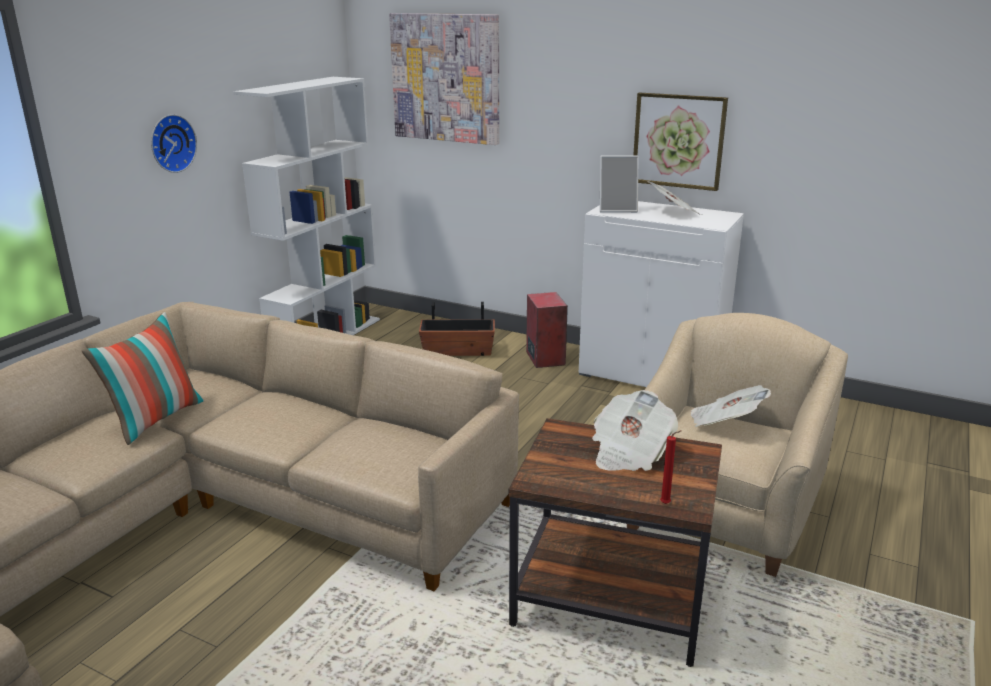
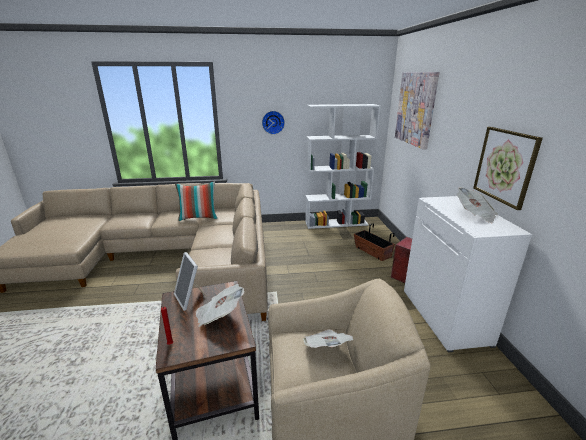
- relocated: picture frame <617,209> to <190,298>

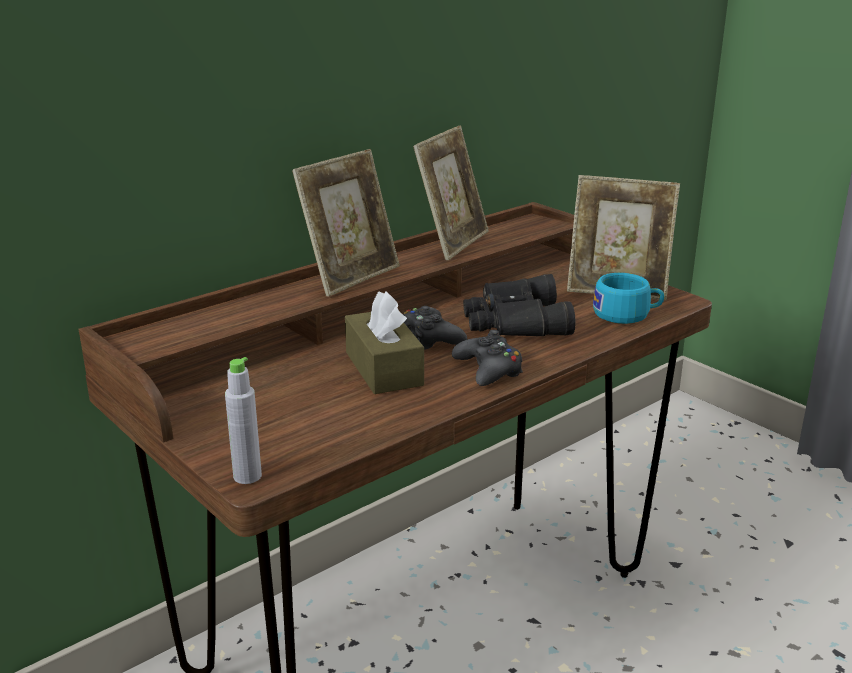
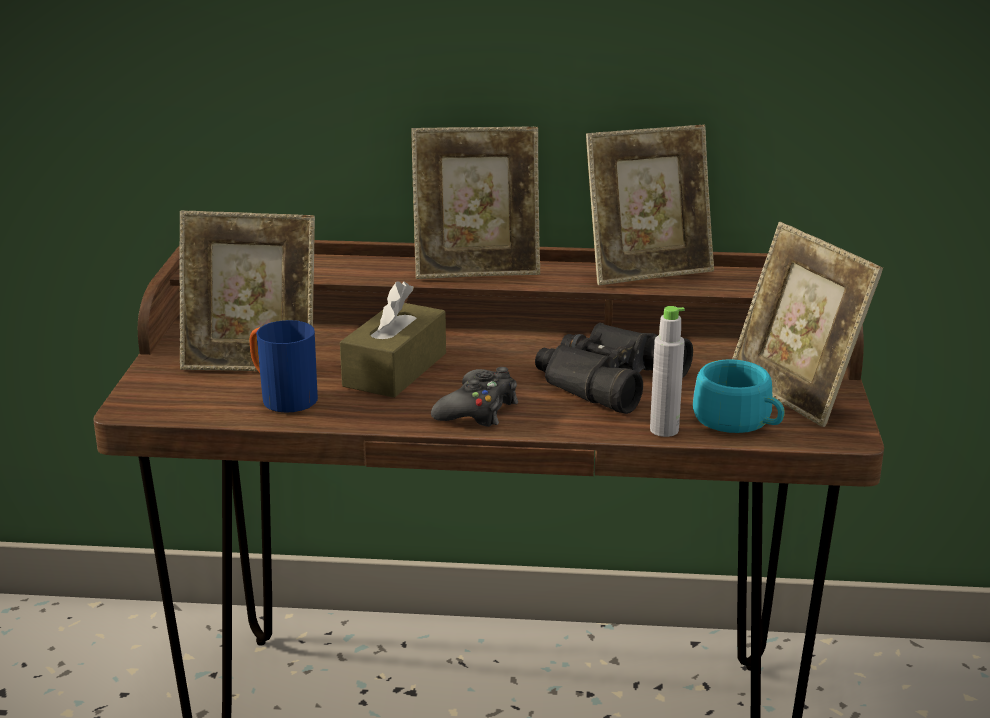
- missing: game controller/black <430,338>
- appeared: picture frame <252,361>
- appeared: mug/blue <281,398>
- relocated: bottle/grey <247,476> to <664,430>

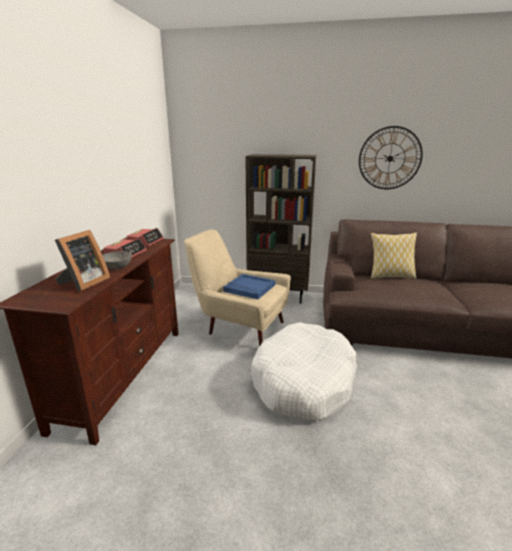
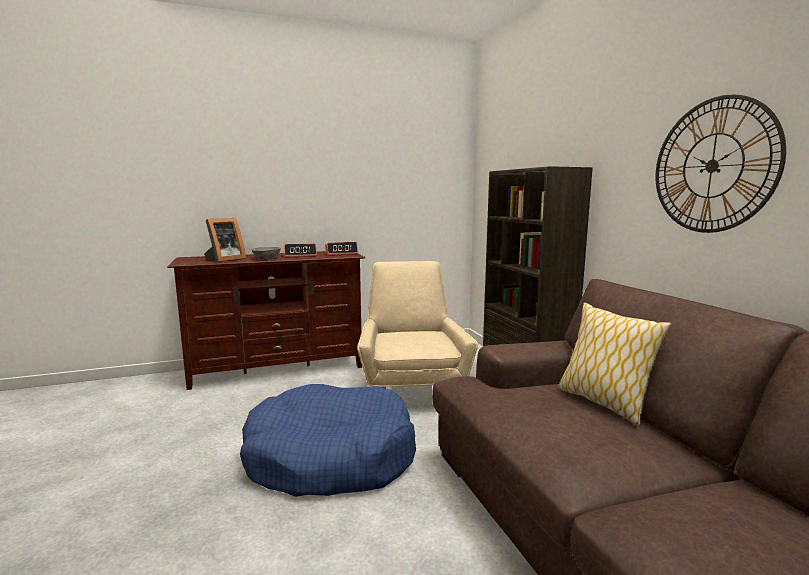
- missing: tray/blue <249,288>
- colour: dog bed/white <304,382> to dog bed/blue <330,457>
- spun: picture frame <83,283> = <224,259> 45 degrees counterclockwise

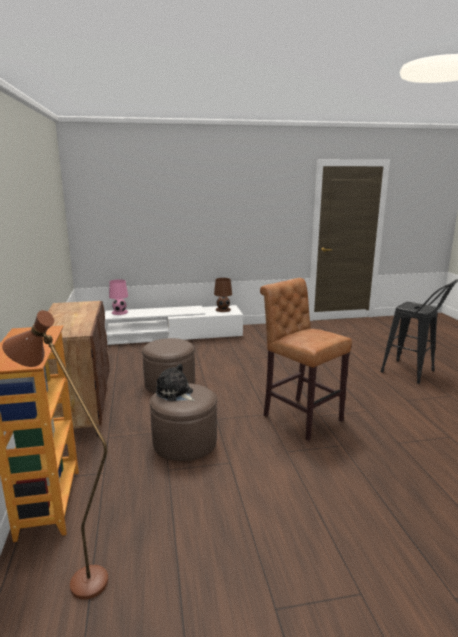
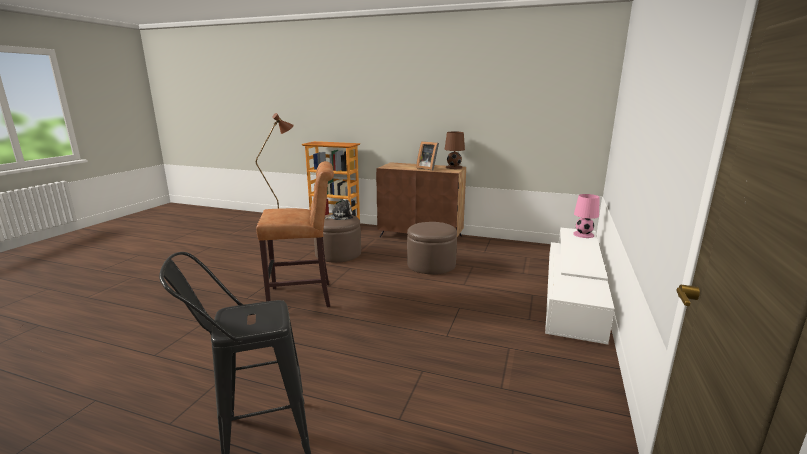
- appeared: picture frame <427,168>
- relocated: table lamp/brown <223,309> to <453,167>

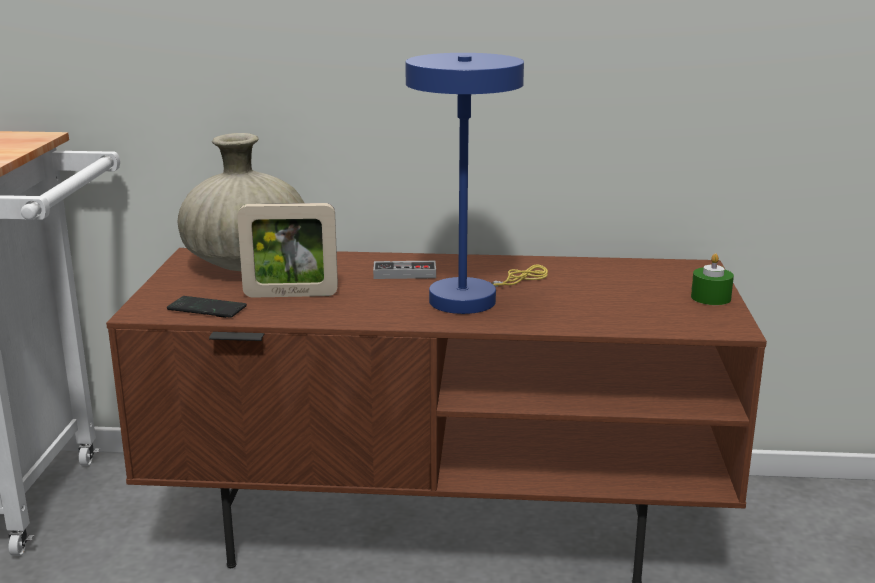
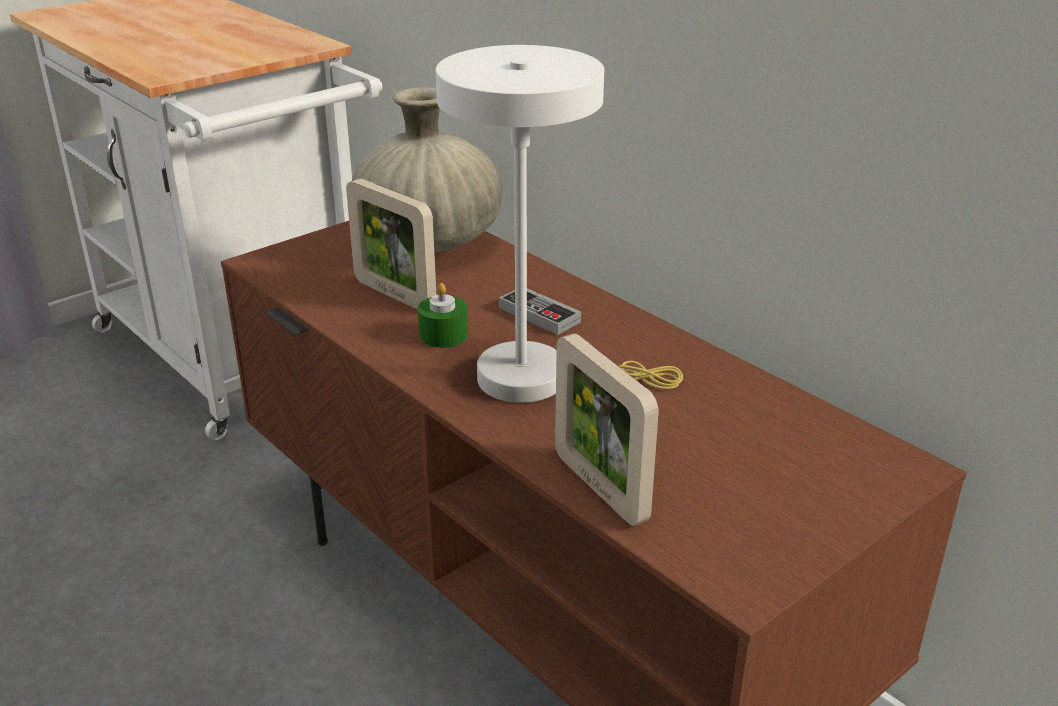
- missing: phone <207,309>
- appeared: picture frame <600,488>
- relocated: candle/green <710,298> to <443,335>
- colour: table lamp/blue <471,297> to table lamp/white <539,378>

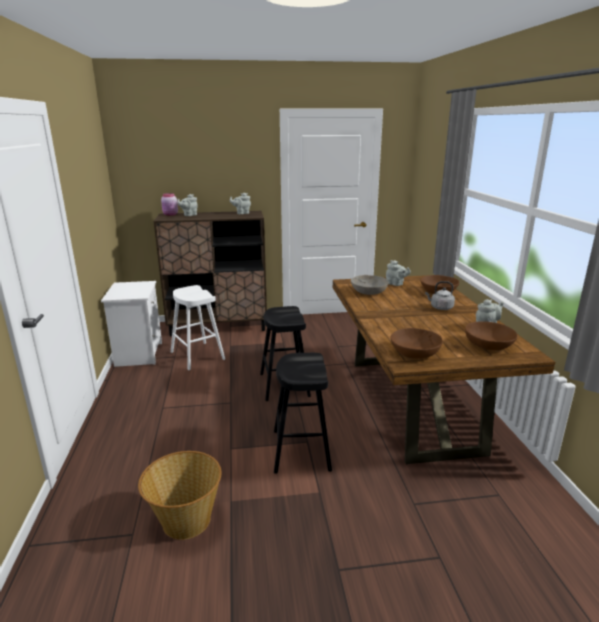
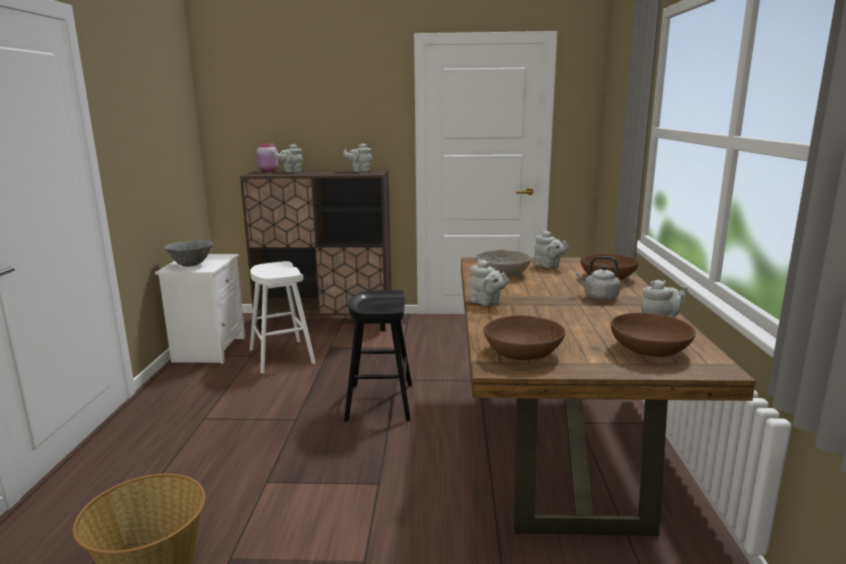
- missing: stool/black <301,450>
- appeared: bowl/grey <191,265>
- appeared: teapot/grey <486,302>

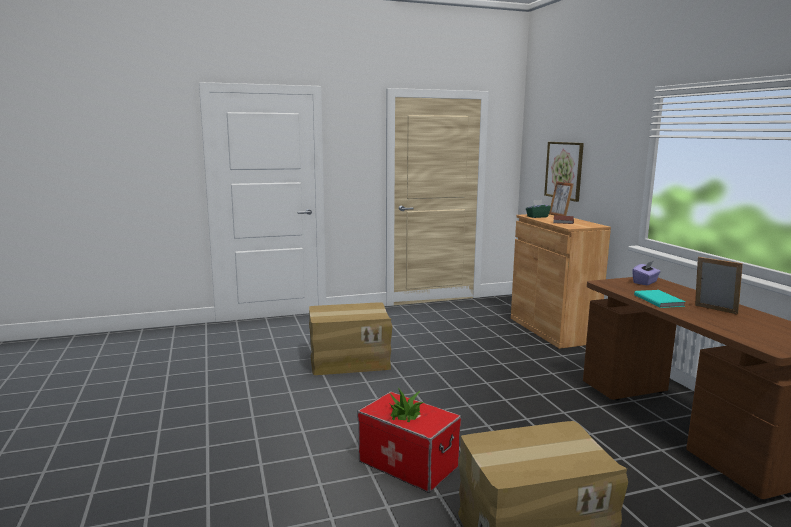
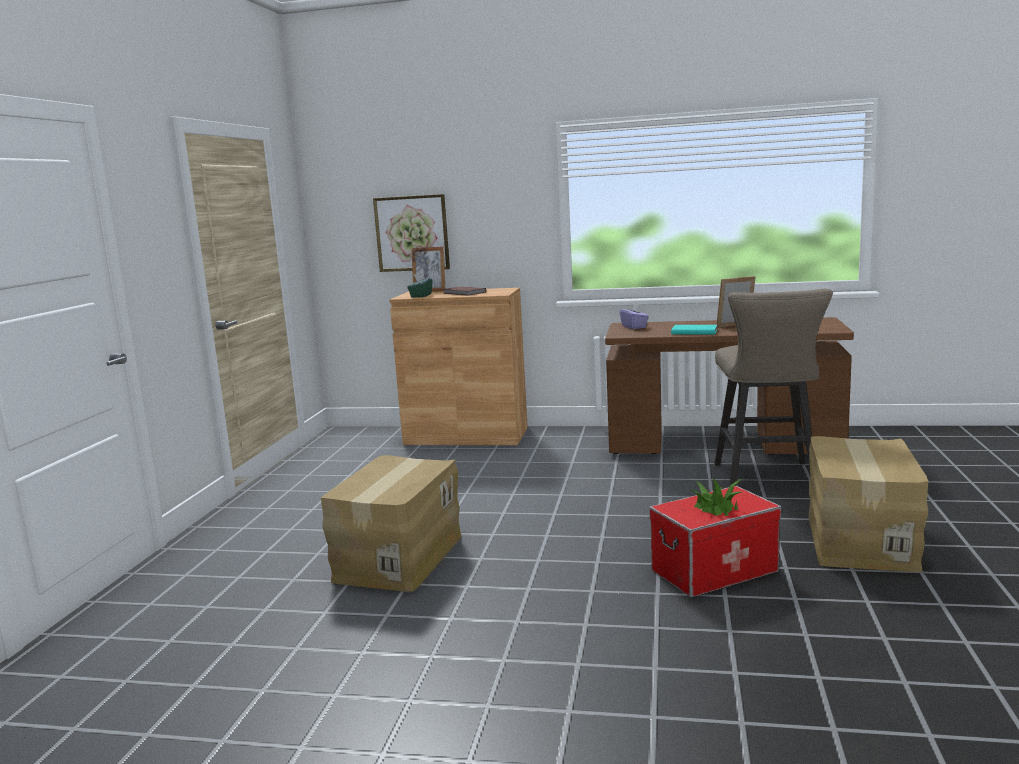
- appeared: stool/beige <767,480>

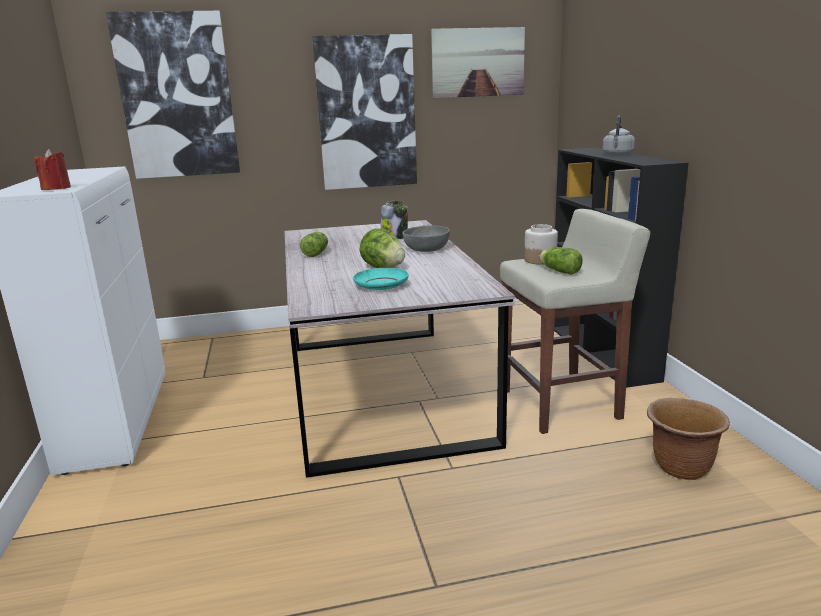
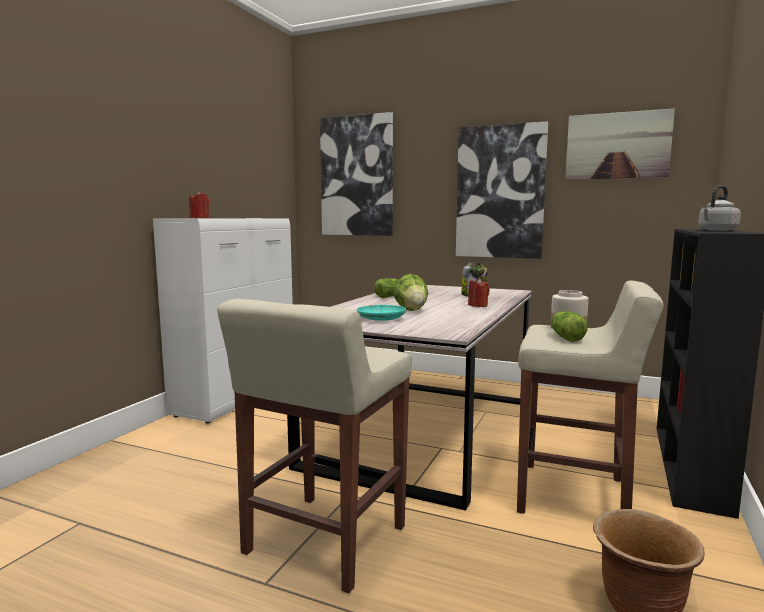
- appeared: stool/beige <324,541>
- exchanged: bowl/grey <426,249> to candle/red <478,305>

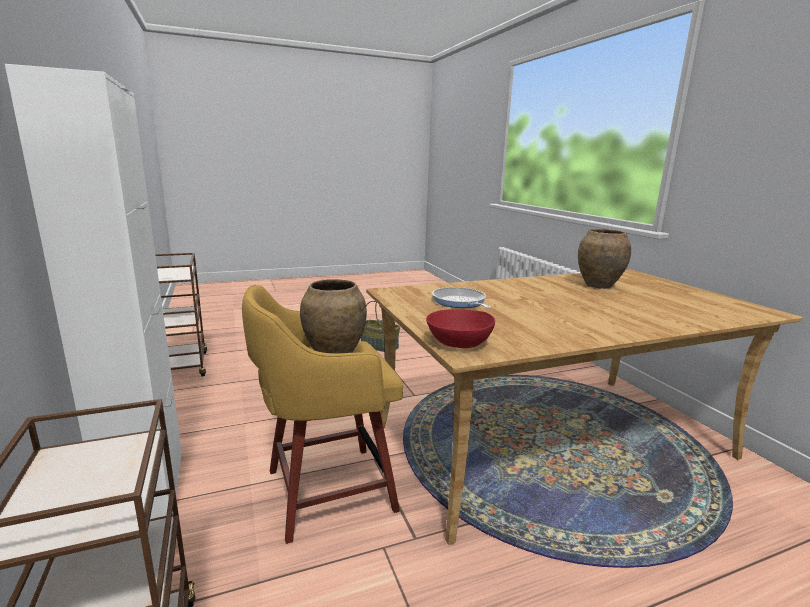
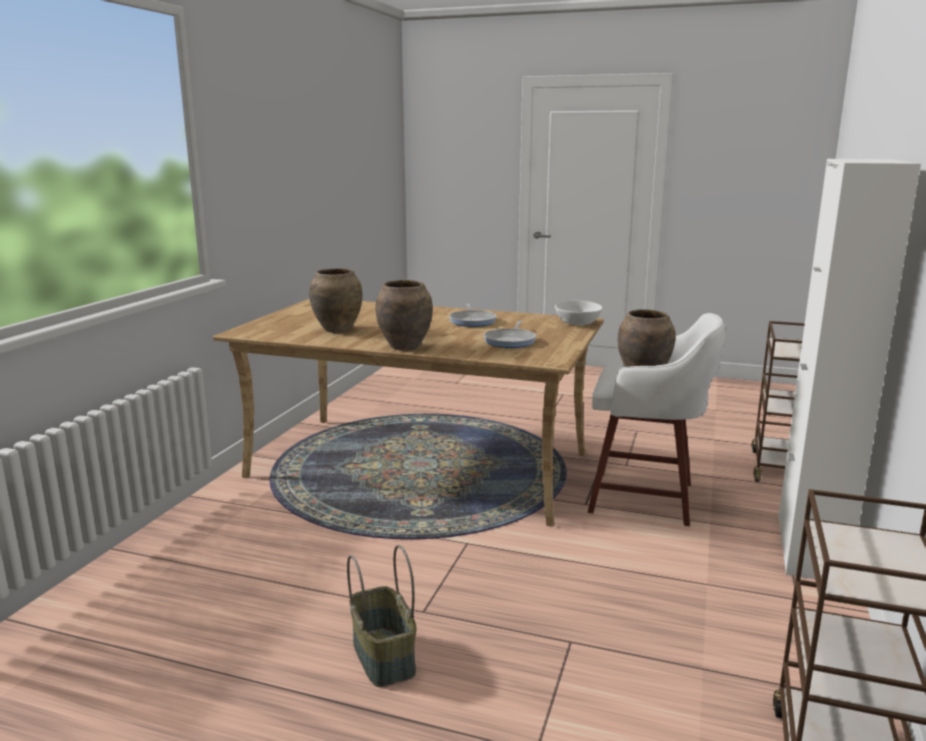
- appeared: vase/brown <405,347>
- appeared: frying pan <472,321>
- colour: stool/yellow <325,491> to stool/white <646,499>
- colour: bowl/red <458,343> to bowl/white <578,323>

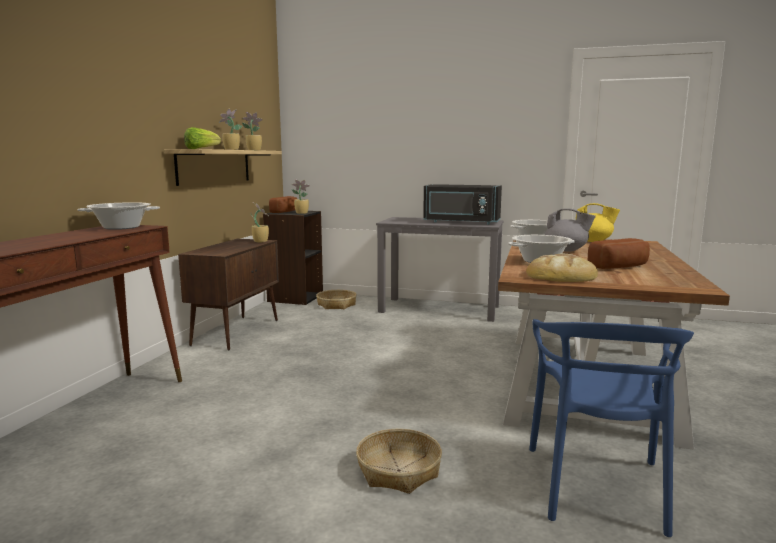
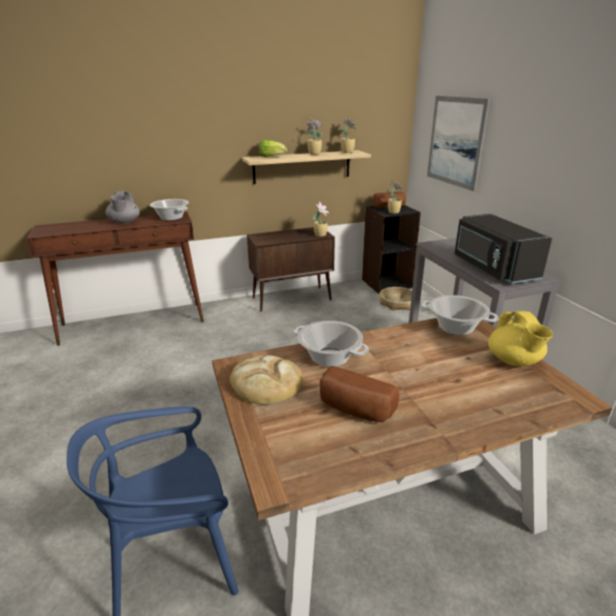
- missing: basket <399,471>
- appeared: picture <456,141>
- relocated: teapot/grey <566,250> to <124,222>

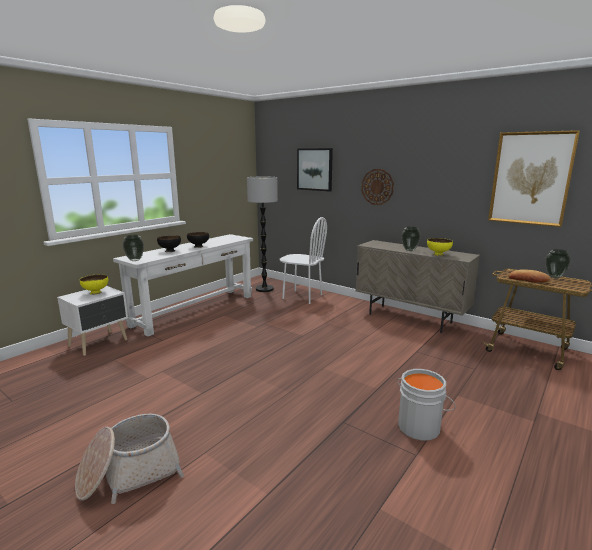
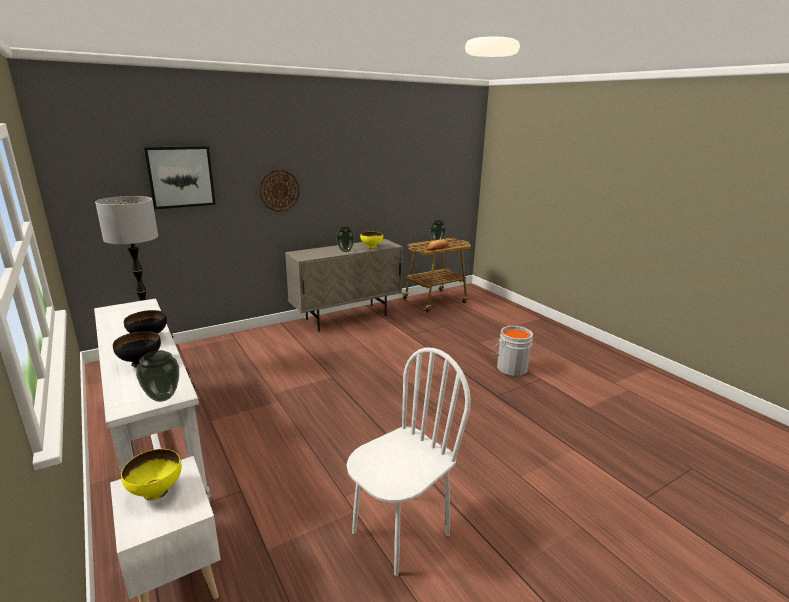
- missing: basket <130,472>
- missing: picture <530,178>
- relocated: chair/white <302,297> to <400,533>

